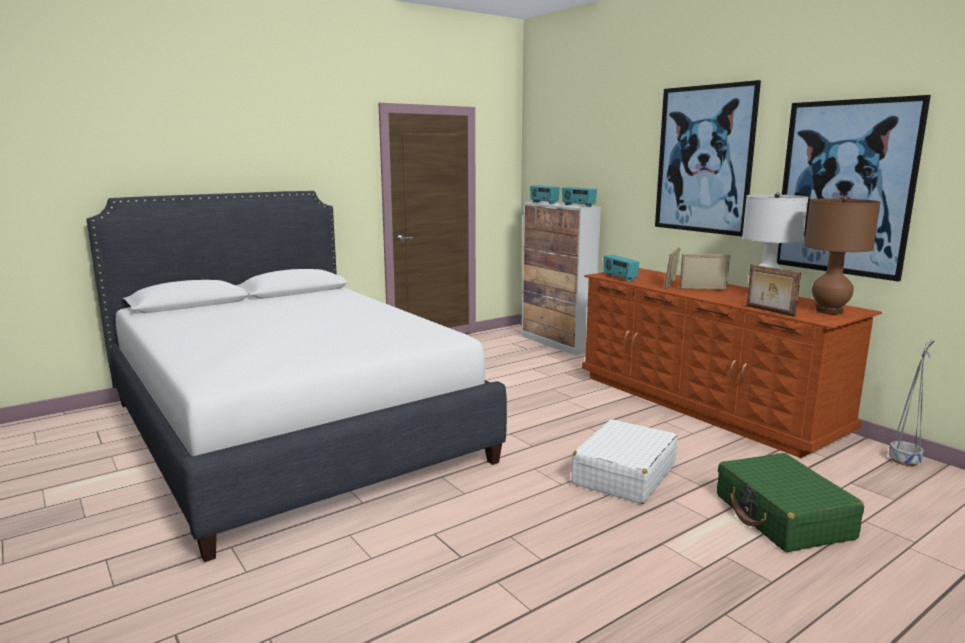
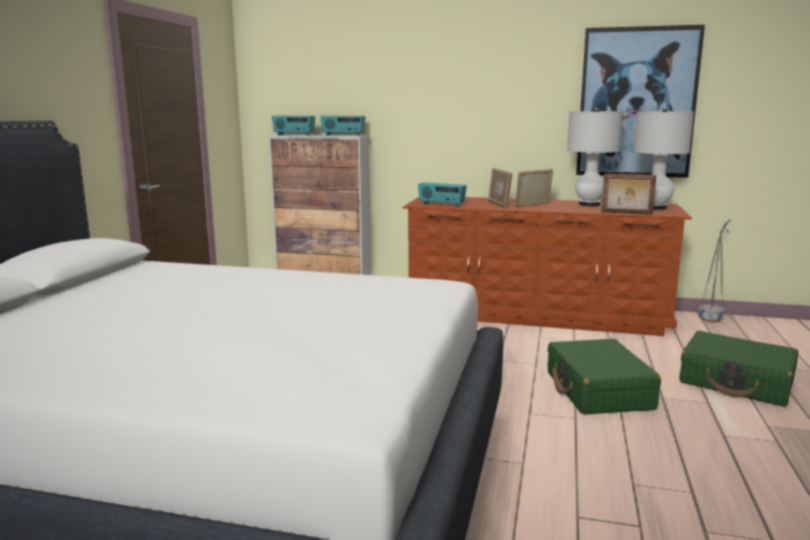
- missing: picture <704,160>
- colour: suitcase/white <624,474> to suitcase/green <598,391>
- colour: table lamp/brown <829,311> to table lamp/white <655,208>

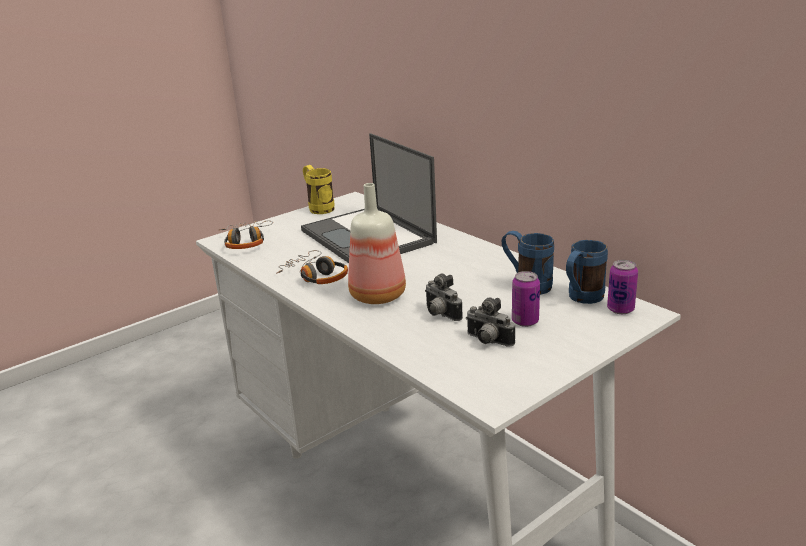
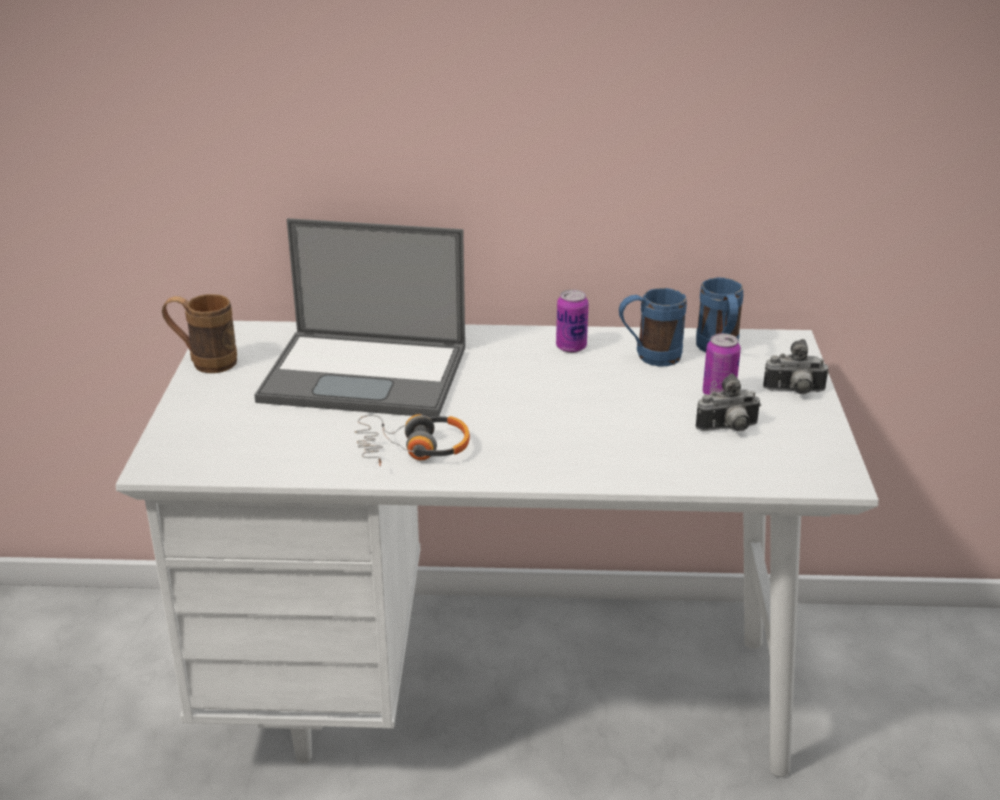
- missing: headphones <246,242>
- missing: bottle <377,295>
- relocated: photo camera <440,314> to <794,392>
- relocated: can <620,309> to <571,347>
- colour: mug/yellow <318,208> to mug/brown <204,362>

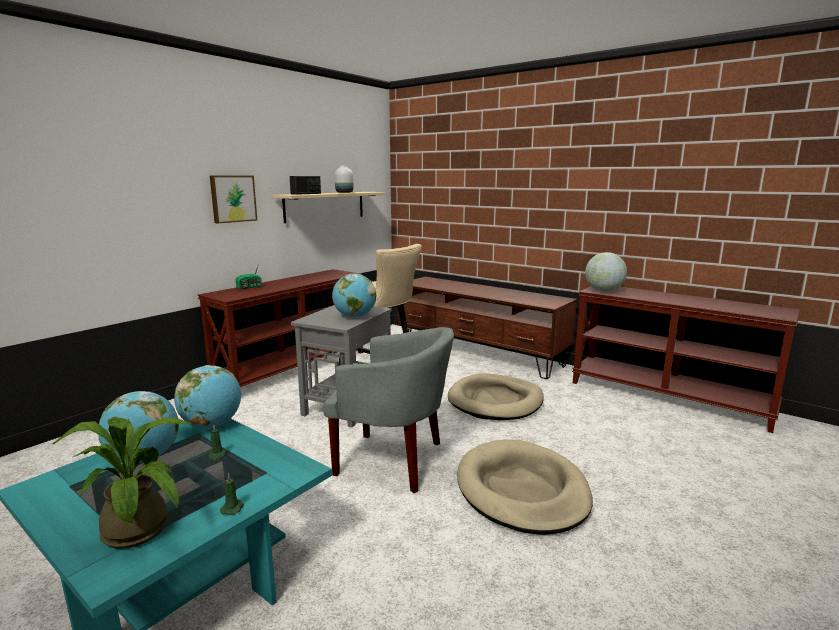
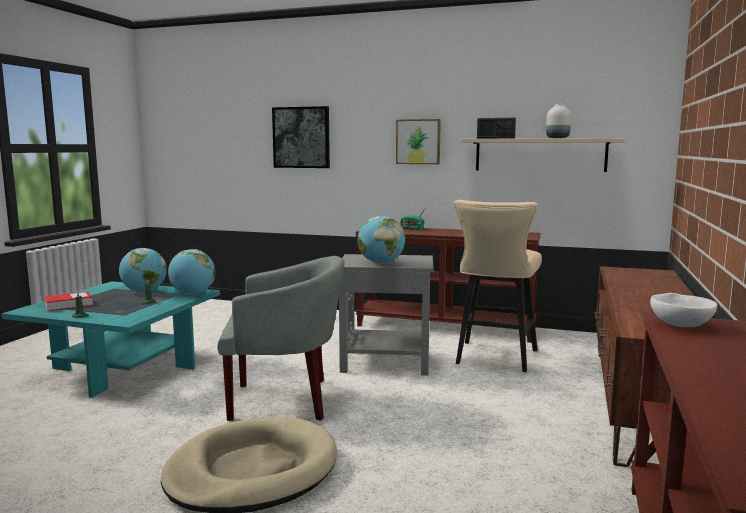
- missing: dog bed/beige <495,401>
- appeared: picture <301,137>
- exchanged: potted plant <137,525> to book <69,305>
- exchanged: globe <604,291> to bowl/white <681,325>
- spun: armchair/grey <394,461> = <285,400> 90 degrees counterclockwise

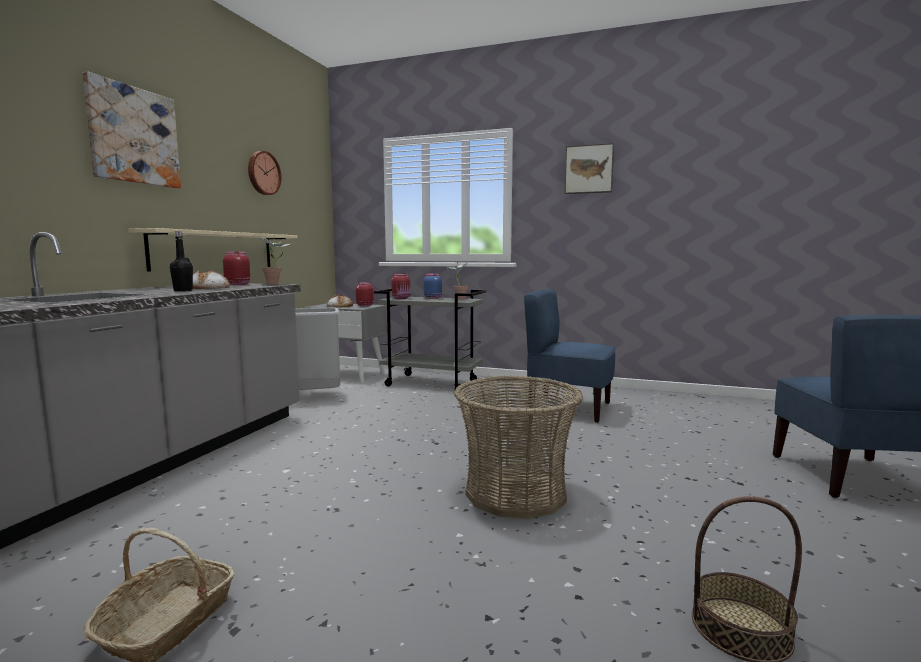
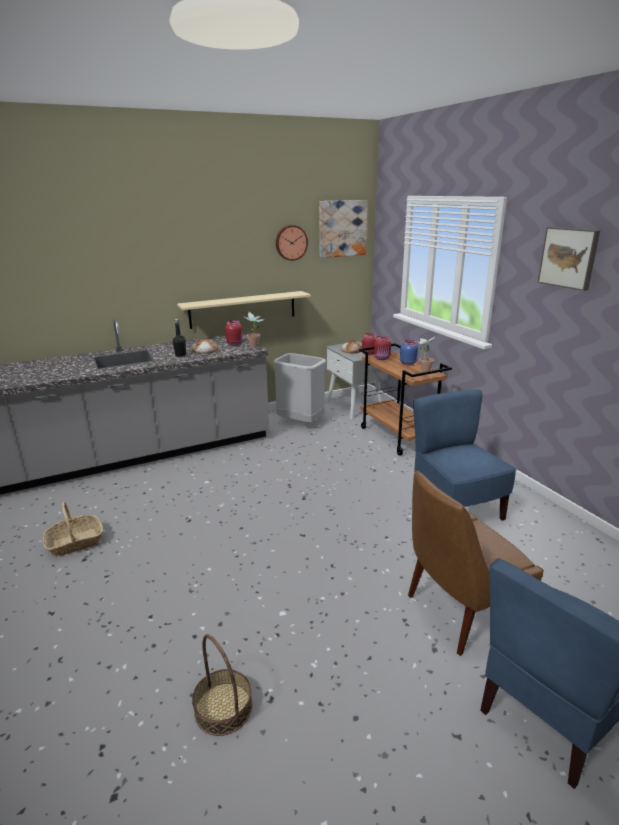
- missing: basket <515,492>
- appeared: chair/brown <458,613>
- relocated: picture <133,135> to <342,228>
- colour: cart/grey <432,383> to cart/brown <398,437>

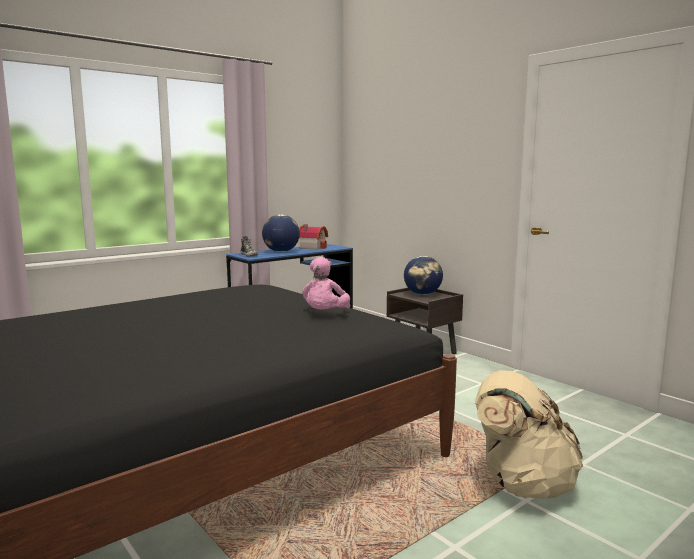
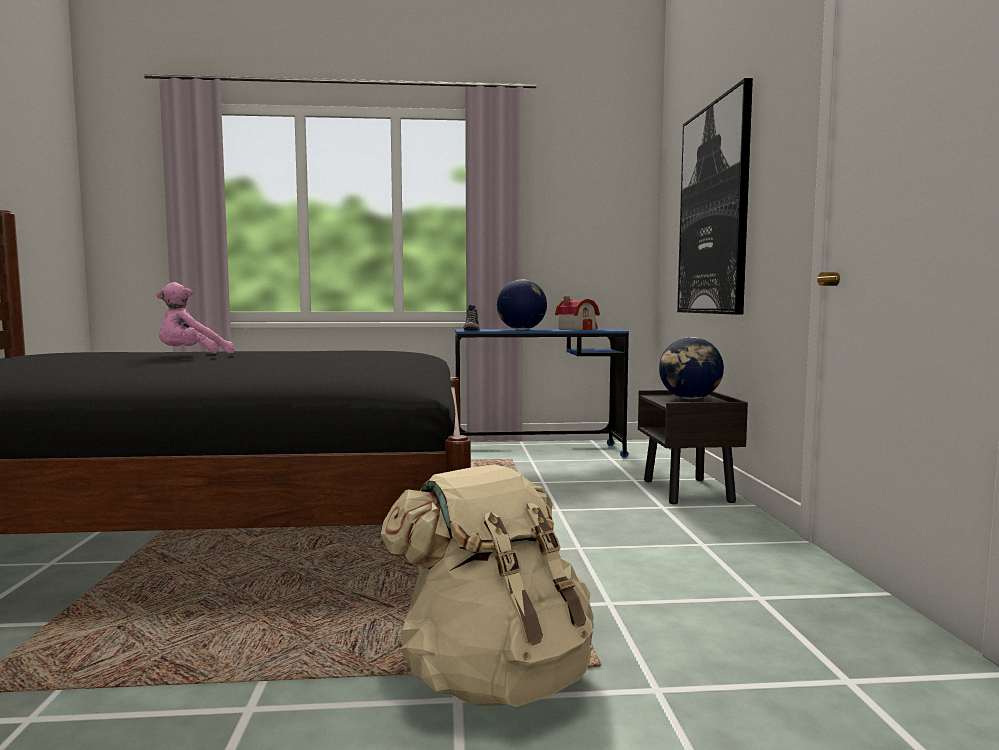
- appeared: picture <713,210>
- relocated: plush toy/pink <325,315> to <191,356>

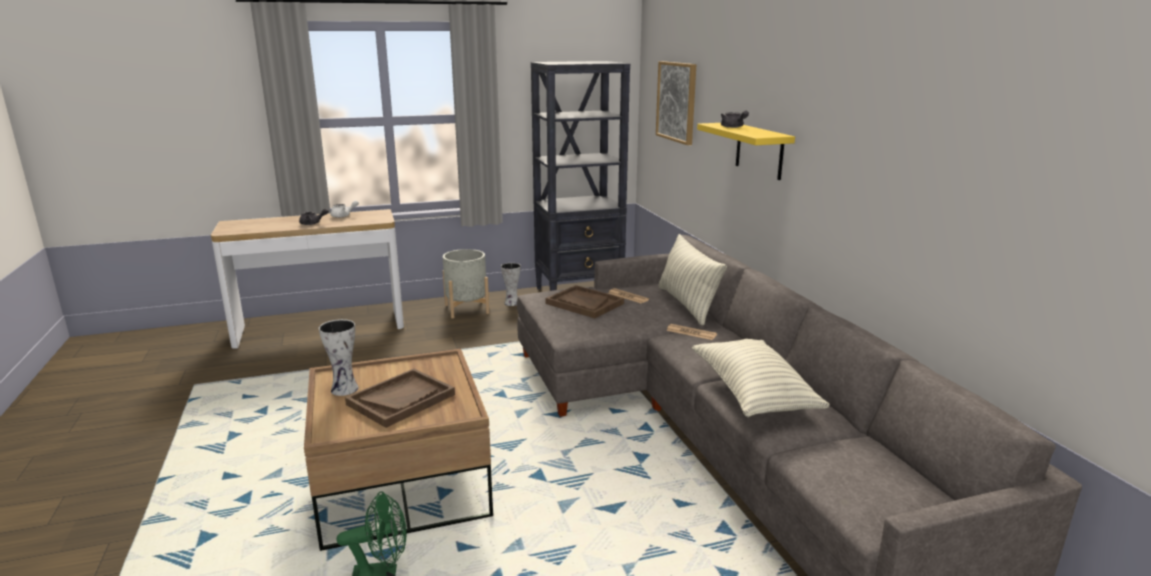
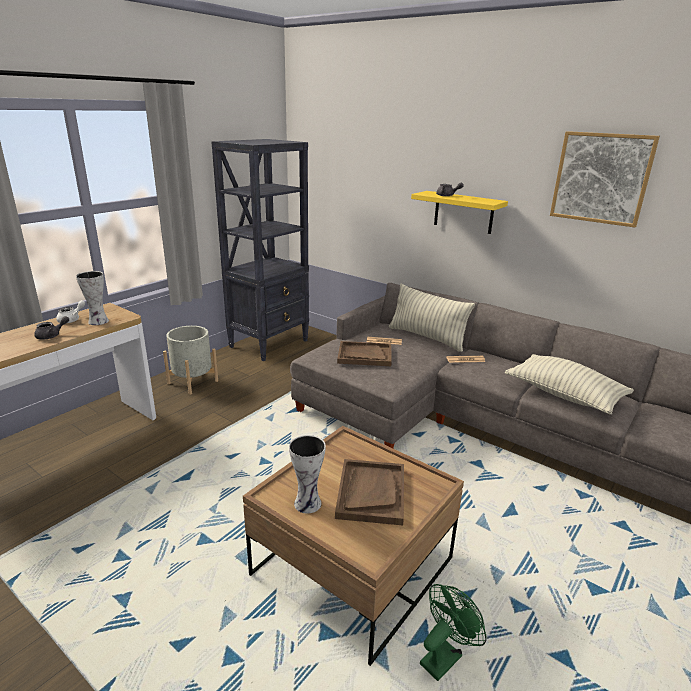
- relocated: vase <511,303> to <98,322>
- relocated: picture <677,101> to <601,178>

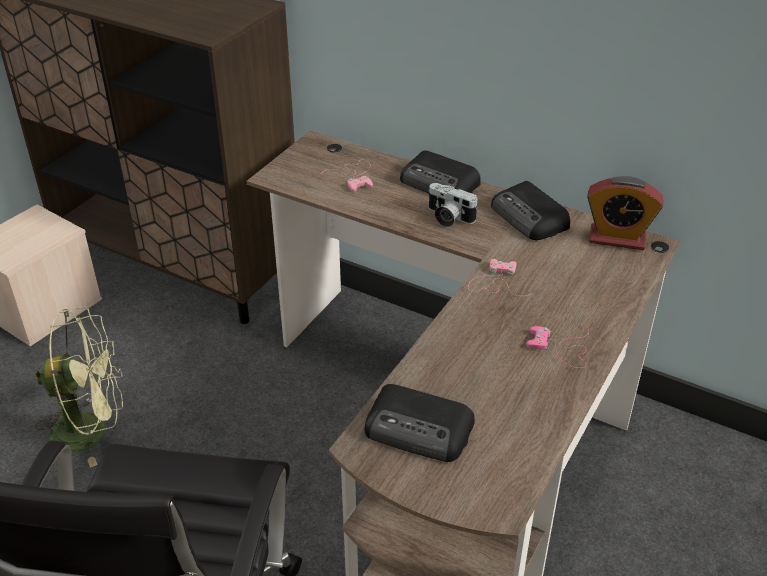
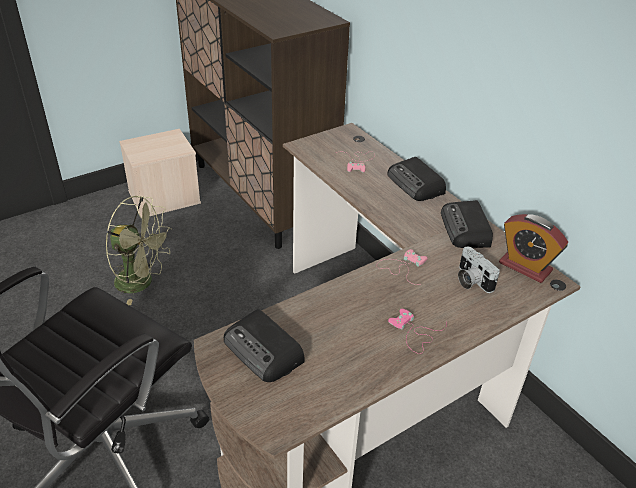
- relocated: photo camera <448,217> to <471,280>

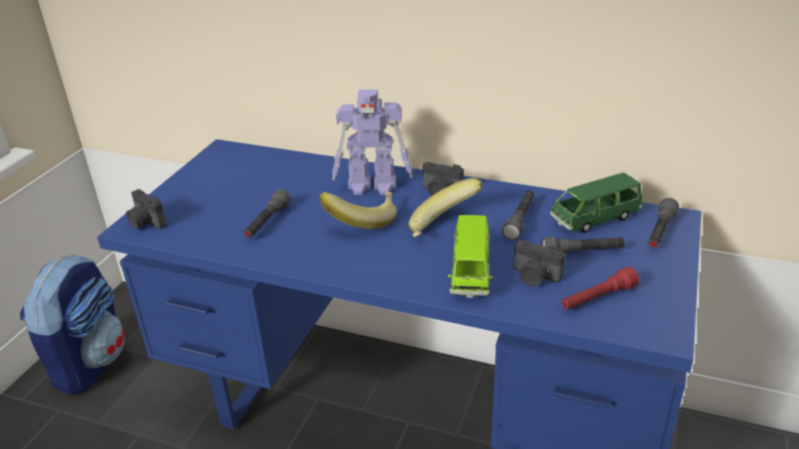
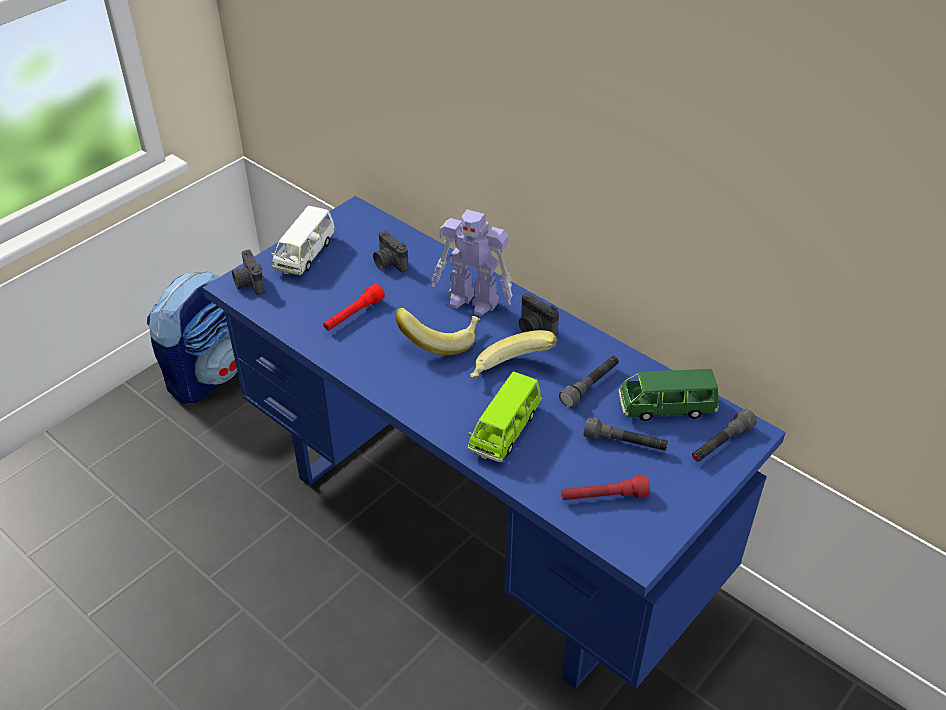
- appeared: toy car/white <305,255>
- relocated: photo camera <534,277> to <389,263>
- colour: flashlight/grey <267,222> to flashlight/red <353,315>

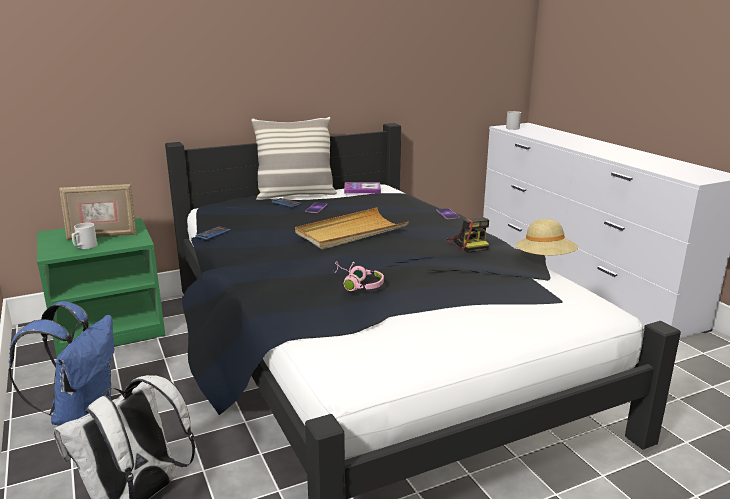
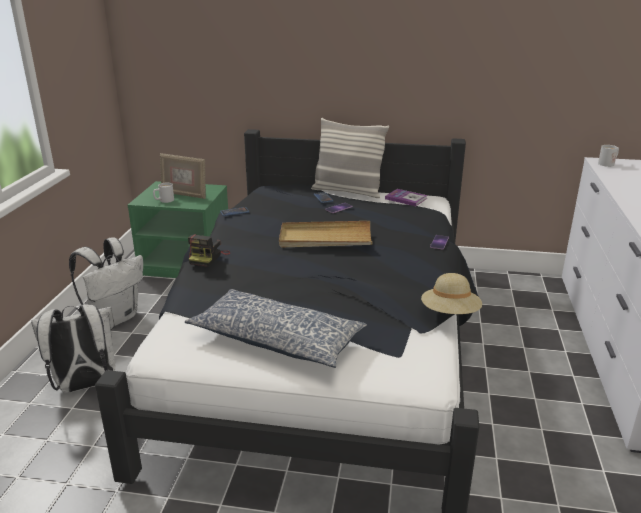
- missing: headphones/pink <357,284>
- appeared: pillow <276,339>
- relocated: photo camera <468,244> to <208,257>
- colour: backpack/blue <82,413> to backpack/white <114,318>

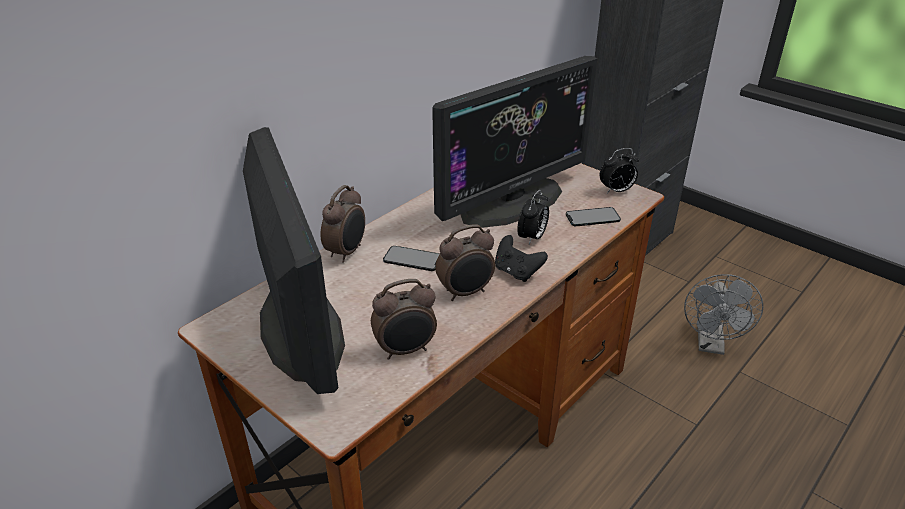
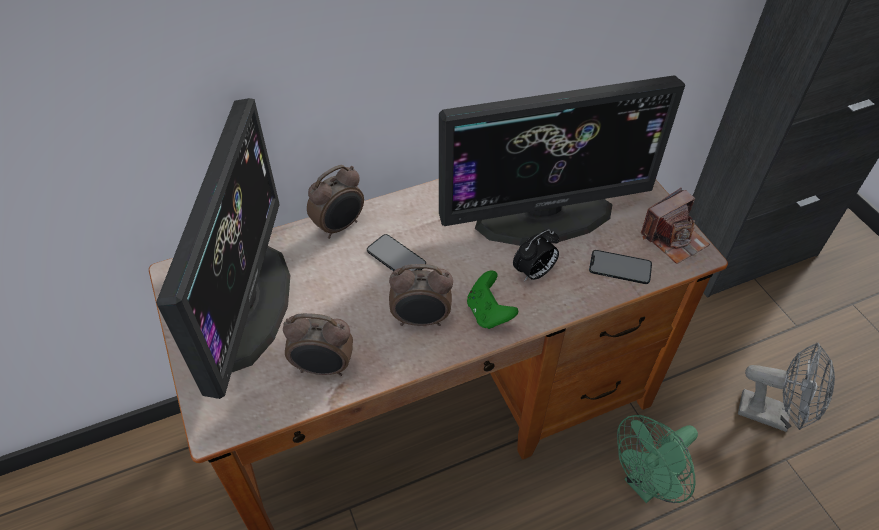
- appeared: fan/green <646,483>
- exchanged: alarm clock <616,191> to photo camera <673,239>
- colour: game controller/black <517,272> to game controller/green <488,313>
- spun: fan/grey <711,345> = <772,414> 105 degrees counterclockwise

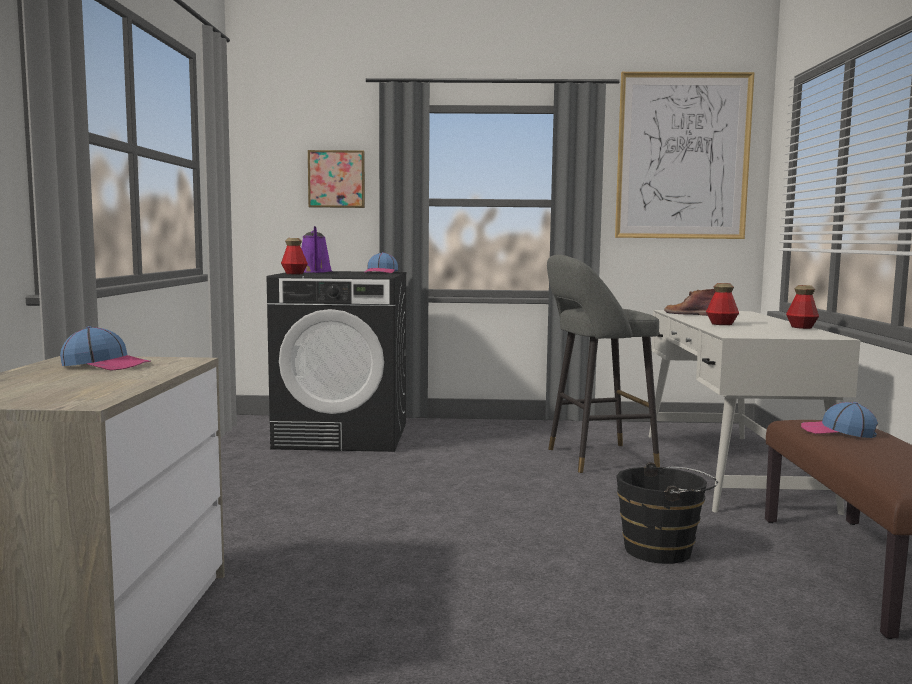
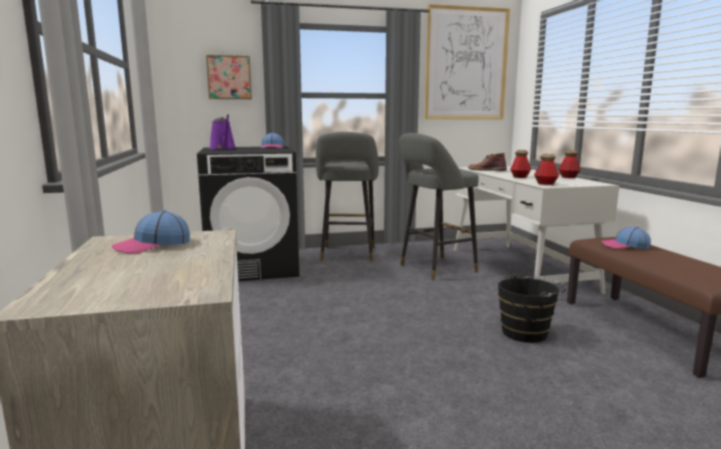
- appeared: stool/grey <348,254>
- relocated: bottle <294,274> to <545,184>
- spun: cap <106,365> = <152,245> 150 degrees clockwise

